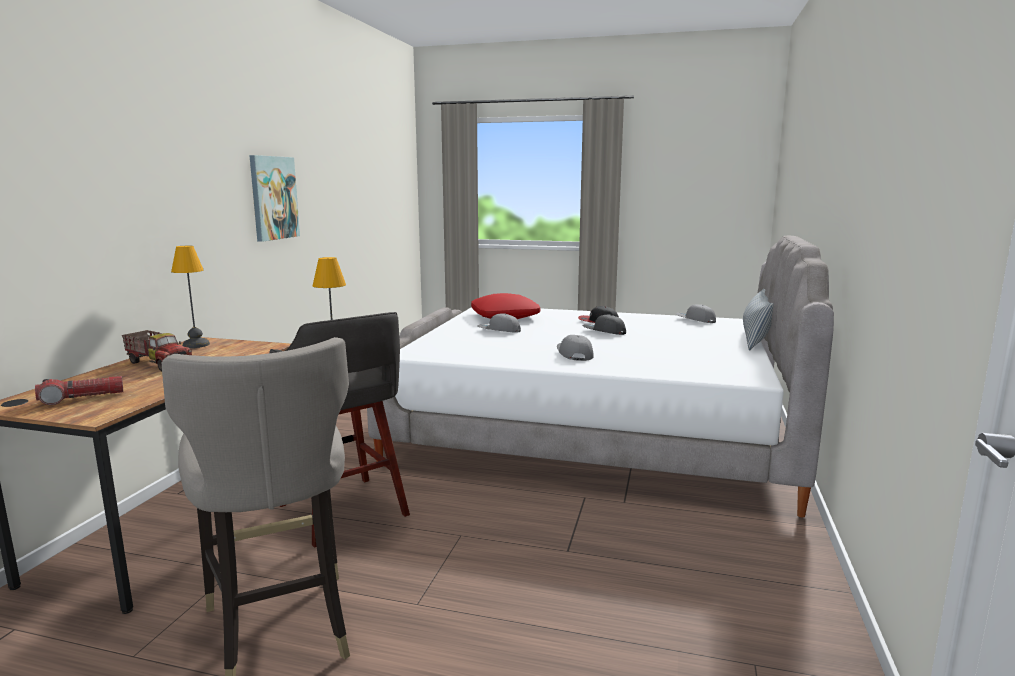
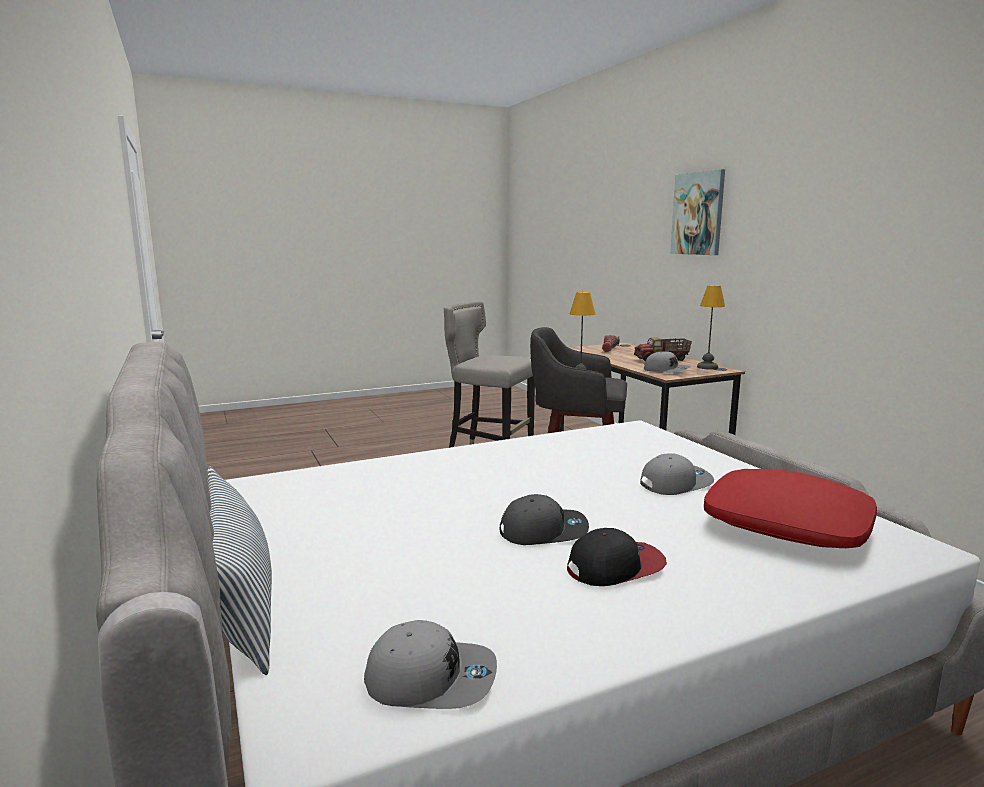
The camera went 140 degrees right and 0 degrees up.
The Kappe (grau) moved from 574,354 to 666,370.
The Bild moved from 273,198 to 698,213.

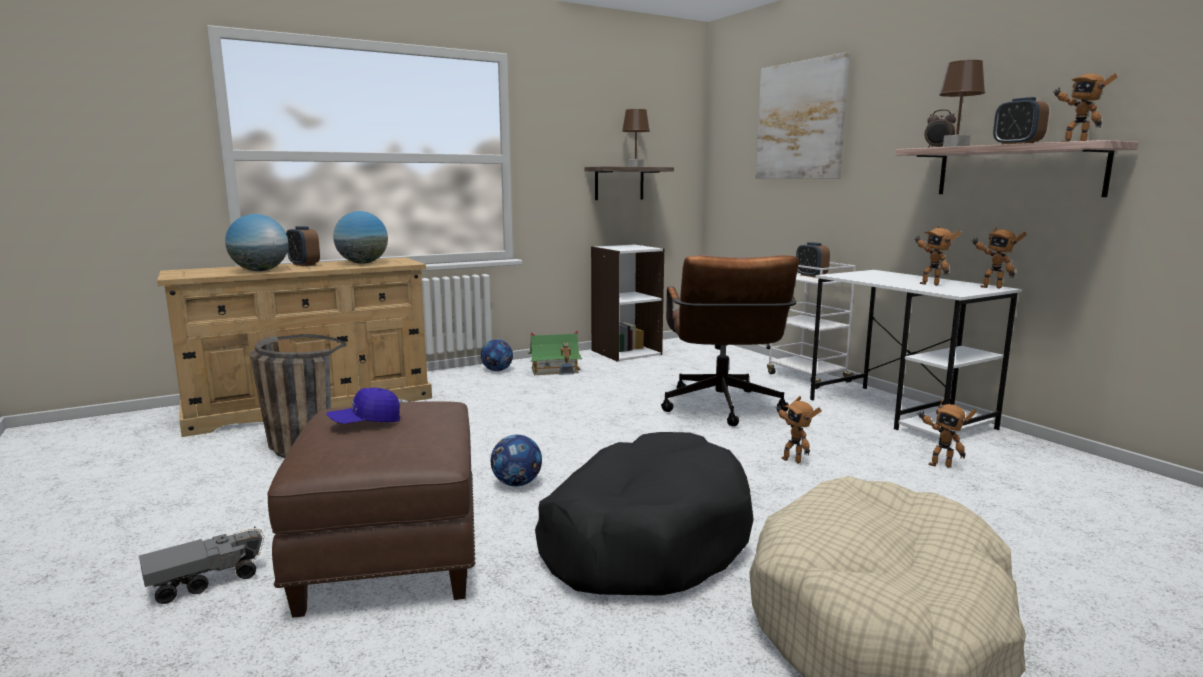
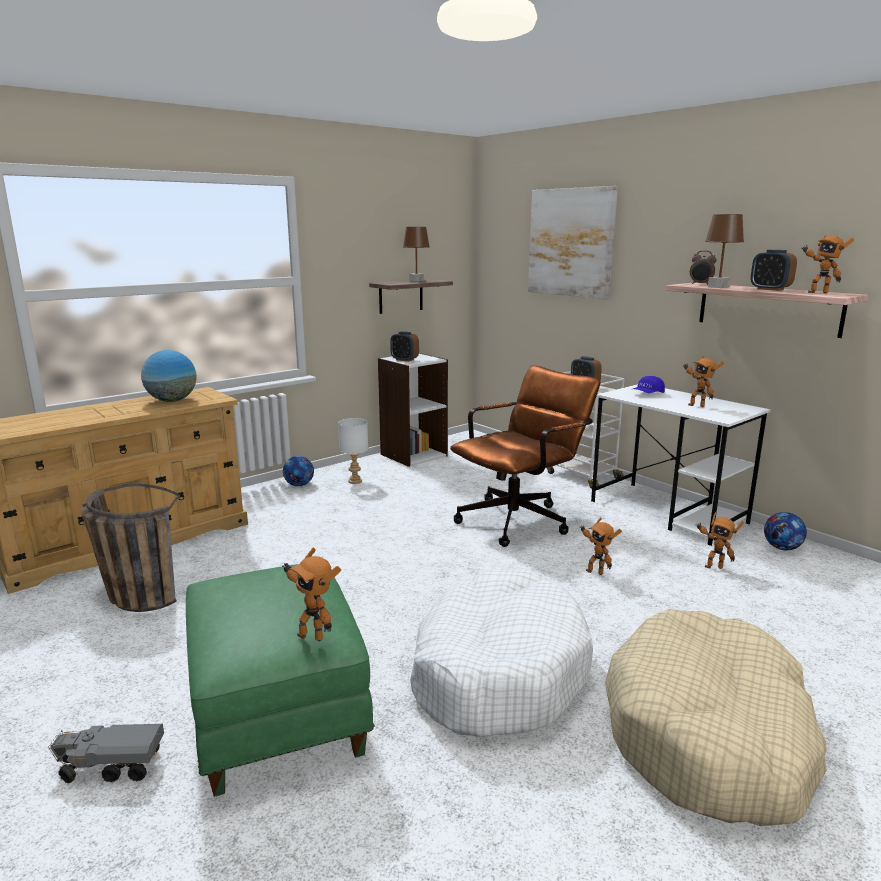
The camera went 10 degrees left and 5 degrees up.
The Spielzeuglaster at 205,581 turned 135 degrees counterclockwise.
The Polsterhocker (braun) at 389,551 became the Polsterhocker (grün) at 276,711.
The Spielzeugroboter moved from 991,287 to 312,635.
The Spielzeughaus at 555,370 was replaced by the Tischlampe (weiß) at 354,481.
The Wecker moved from 304,264 to 404,360.
The Hundebett (schwarz) at 644,538 became the Hundebett (weiß) at 497,670.
The Bürostuhl (braun) at 722,410 turned 120 degrees counterclockwise.
The Kappe (blau) moved from 365,423 to 647,394.
The Fußball moved from 517,484 to 782,548.
The Globus at 260,271 disappeared.

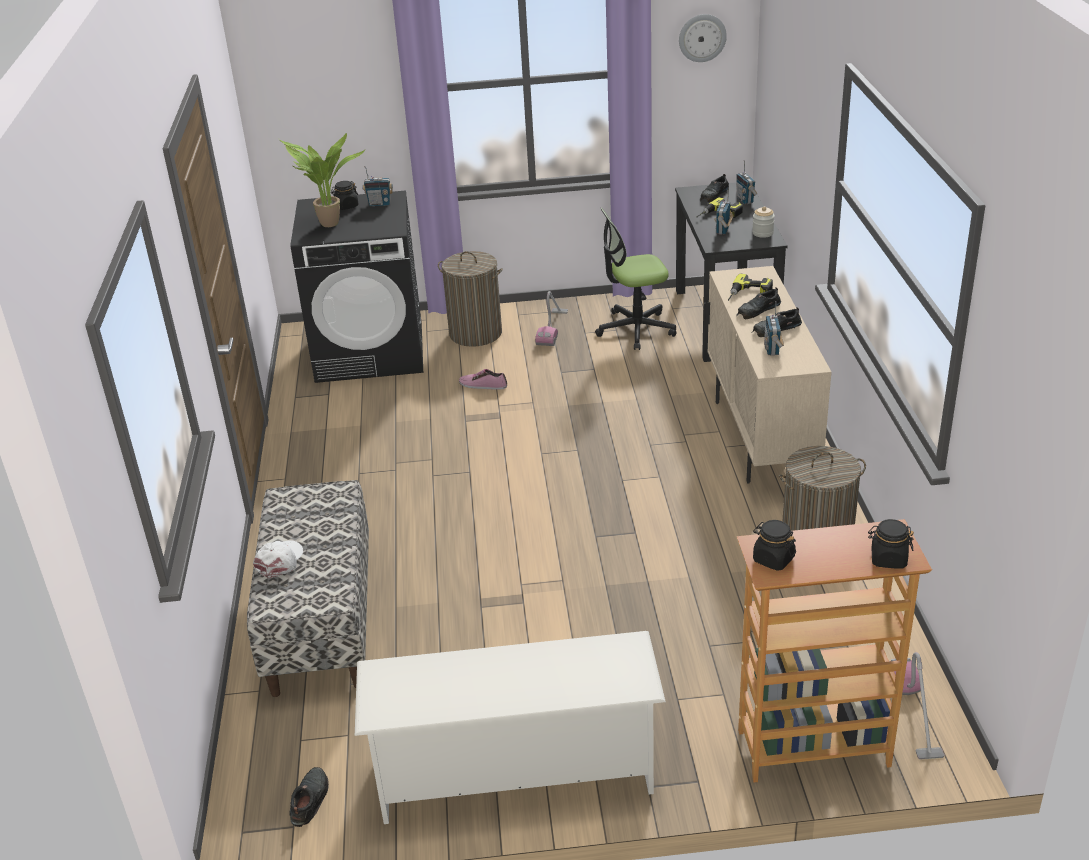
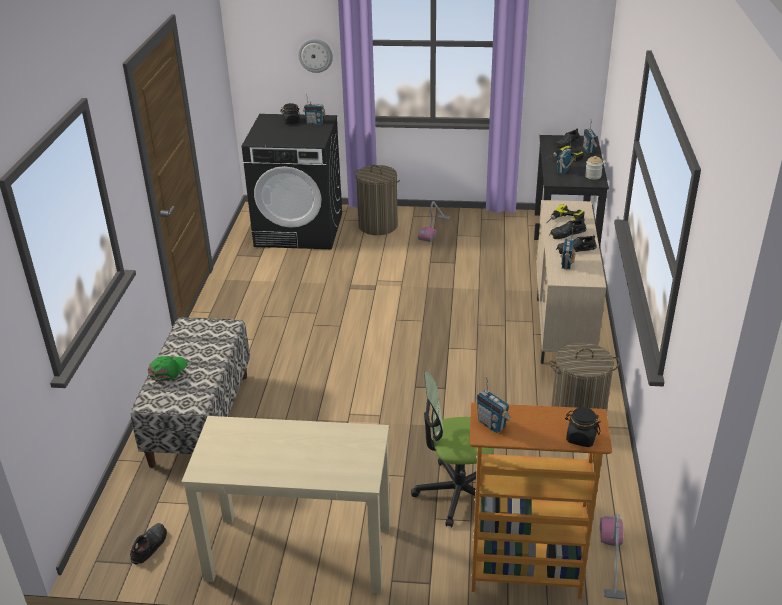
The camera went 10 degrees right and 0 degrees up.
The Kappe (weiß) at 280,561 became the Kappe (grün) at 168,371.
The Schuhregal (weiß) at 515,772 was replaced by the Schreibtisch (beige) at 298,552.
The Wanduhr moved from 702,37 to 315,55.
The Bürostuhl moved from 635,329 to 456,493.
The Vorratsglas (schwarz) at 773,559 was replaced by the Radio at 491,424.
The Topfpflanze at 330,225 disappeared.
The Schuh at 483,385 disappeared.

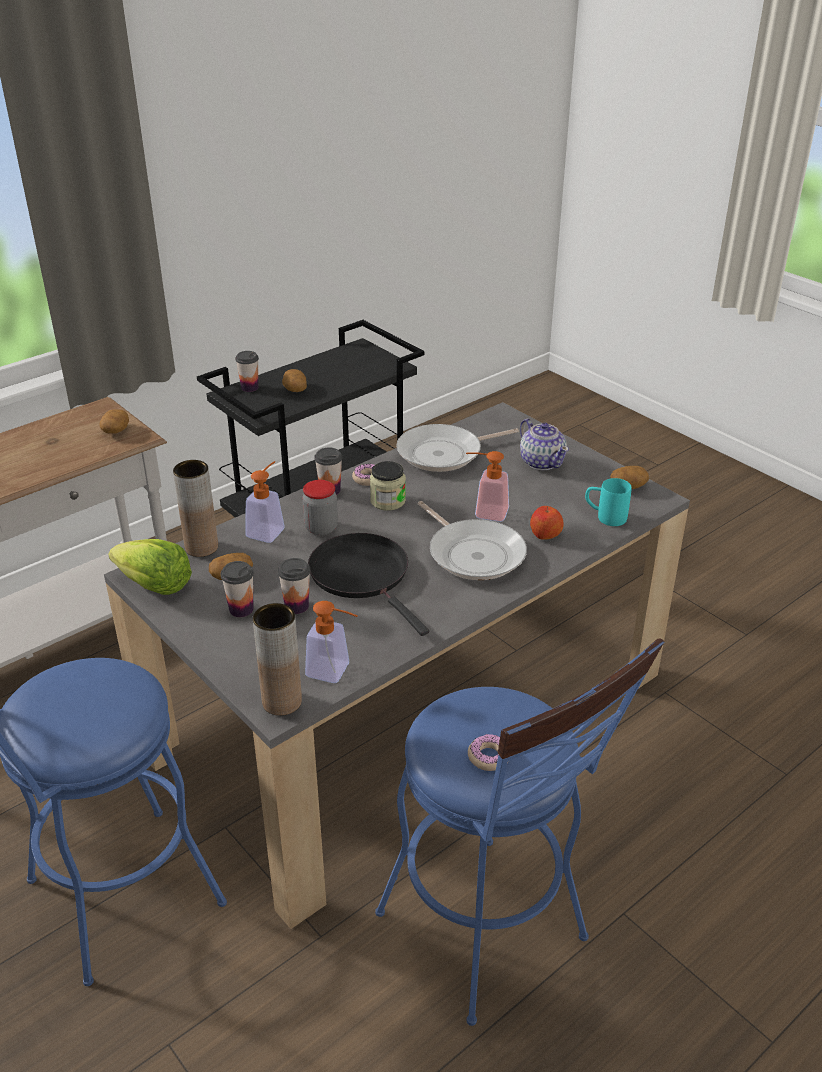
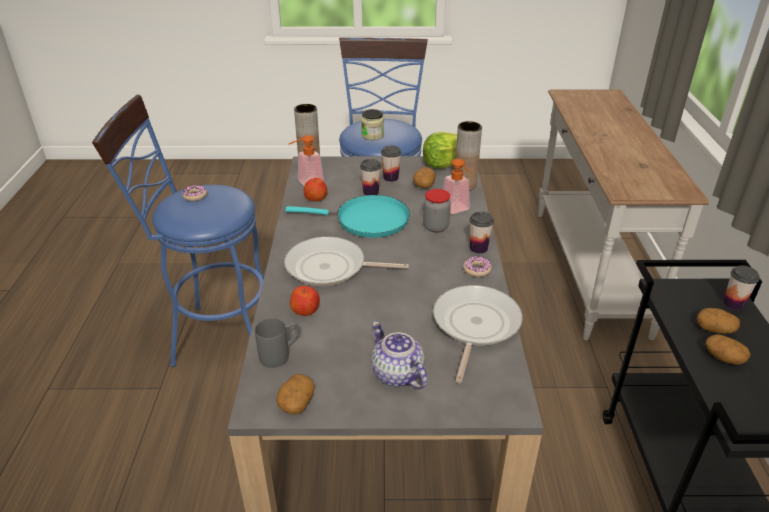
The camera went 130 degrees right and 0 degrees up.
The Henkelbecher (türkis) at 605,517 became the Henkelbecher (grau) at 280,354.
The Pfanne (schwarz) at 363,575 became the Pfanne (türkis) at 367,220.
The Apfel at 316,198 appeared.
The Vorratsglas moved from 388,501 to 372,135.
The Teekanne at 542,462 turned 45 degrees clockwise.
The Kartoffel moved from 116,430 to 723,357.
The Seifenspender at 485,512 disappeared.

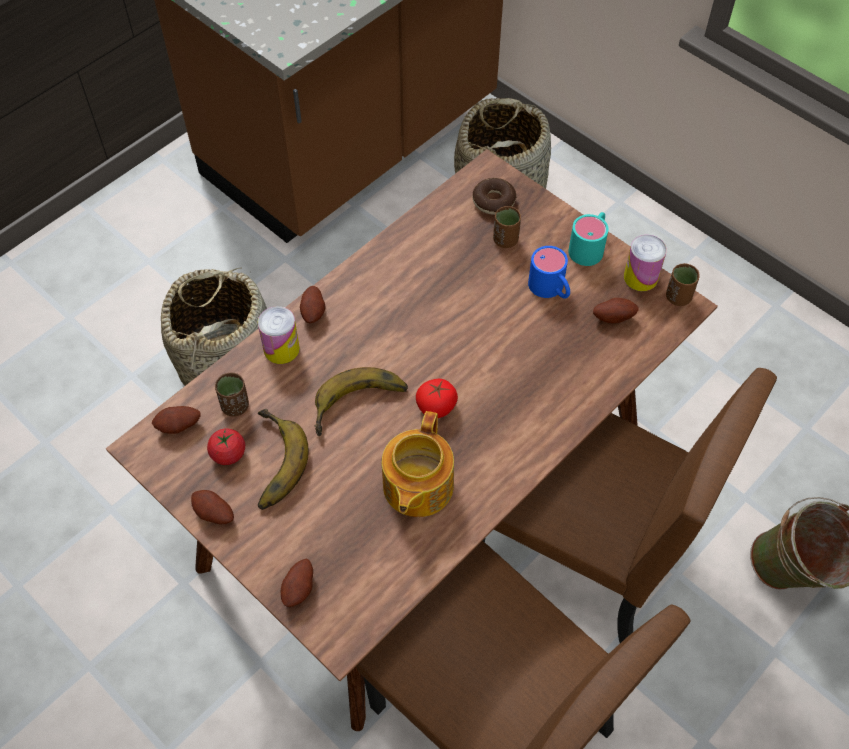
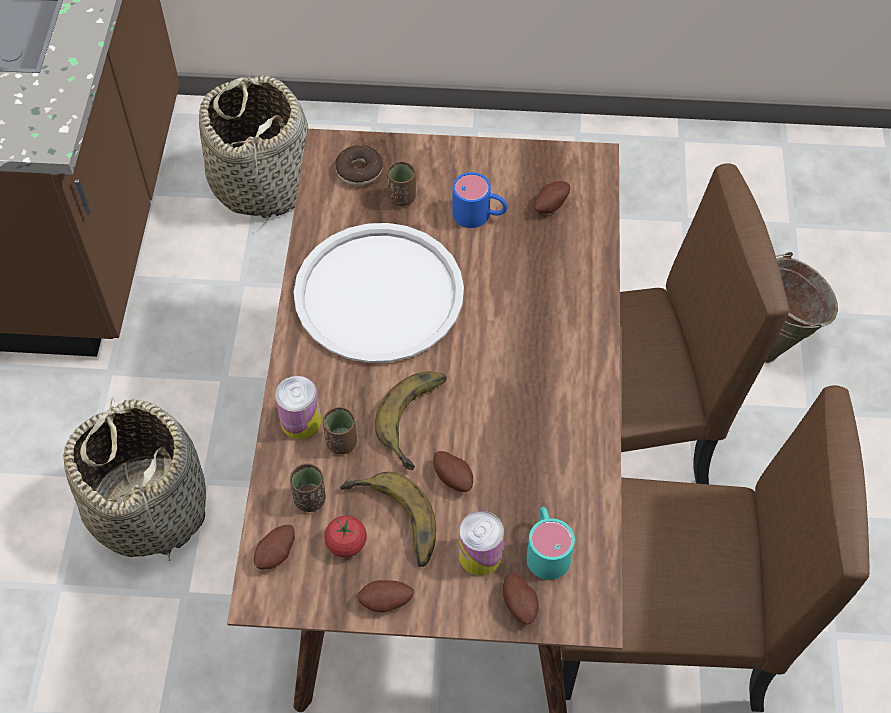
The camera went 40 degrees left and 0 degrees up.
The Tablett (weiß) at 379,294 appeared.
The Tasse (braun) moved from 678,297 to 341,442.
The Kartoffel moved from 314,312 to 453,477.
The Dose moved from 640,277 to 480,555.
The Henkelbecher (türkis) moved from 589,246 to 546,549.
The Teekanne at 416,487 disappeared.
The Tomate at 436,406 disappeared.

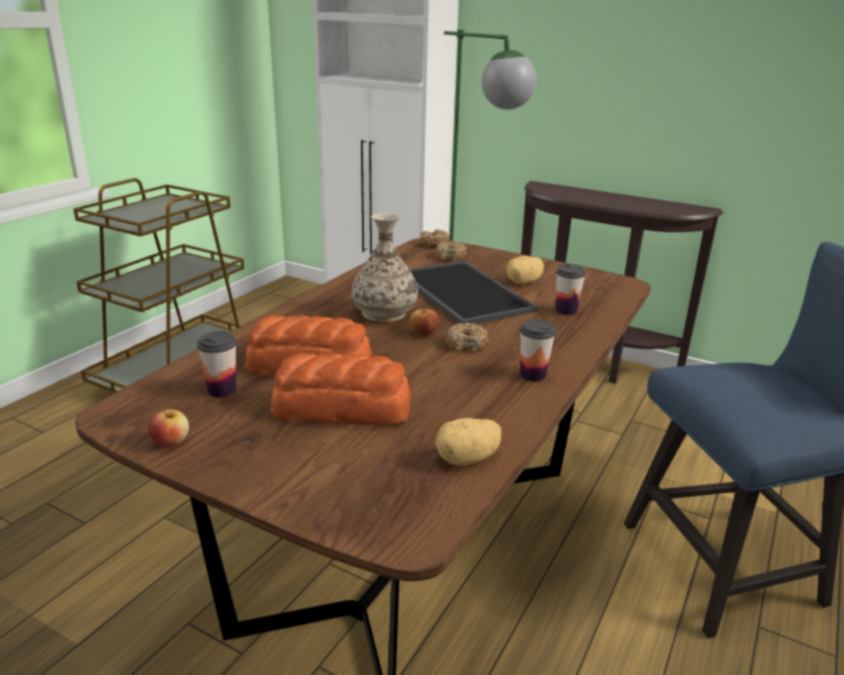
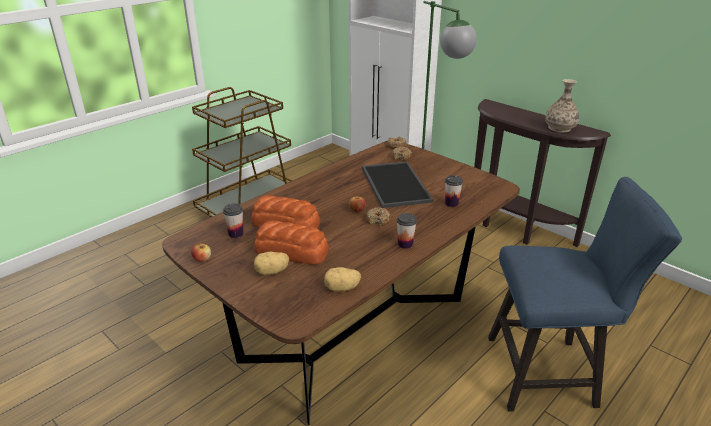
The camera went 15 degrees right and 5 degrees up.
The Kartoffel moved from 524,282 to 272,272.
The Vase moved from 384,313 to 559,128.

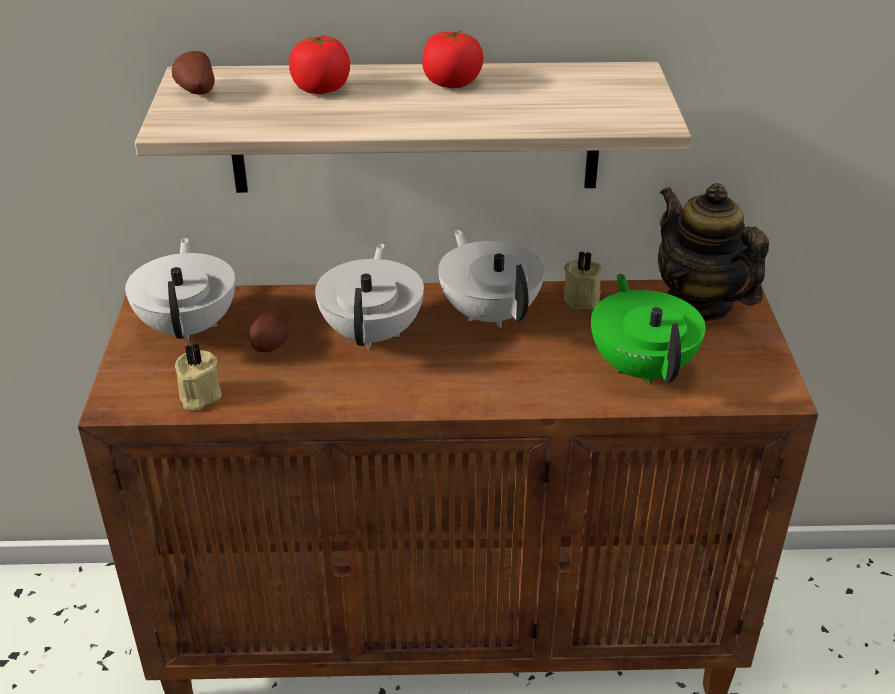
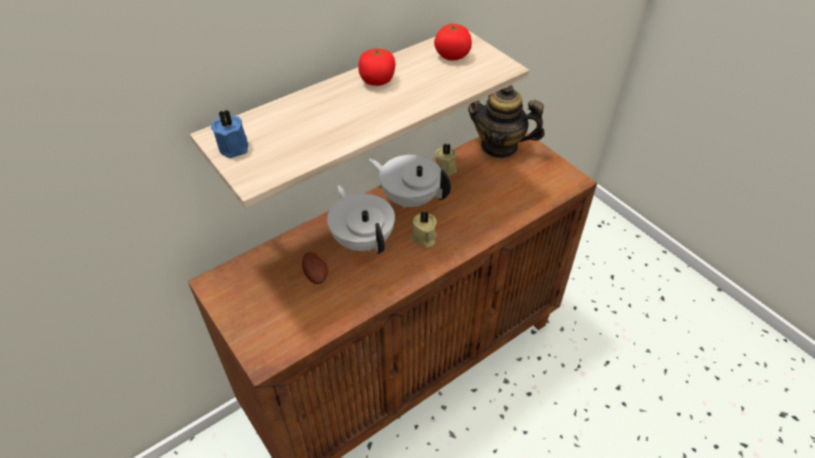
The camera went 35 degrees left and 10 degrees up.
The Kartoffel at 195,91 was replaced by the Kerze (blau) at 234,146.
The Kerze (beige) moved from 198,396 to 424,238.
The Tomate moved from 321,88 to 452,55.
The Teekanne (weiß) at 189,326 disappeared.
The Teekanne (grün) at 642,367 disappeared.

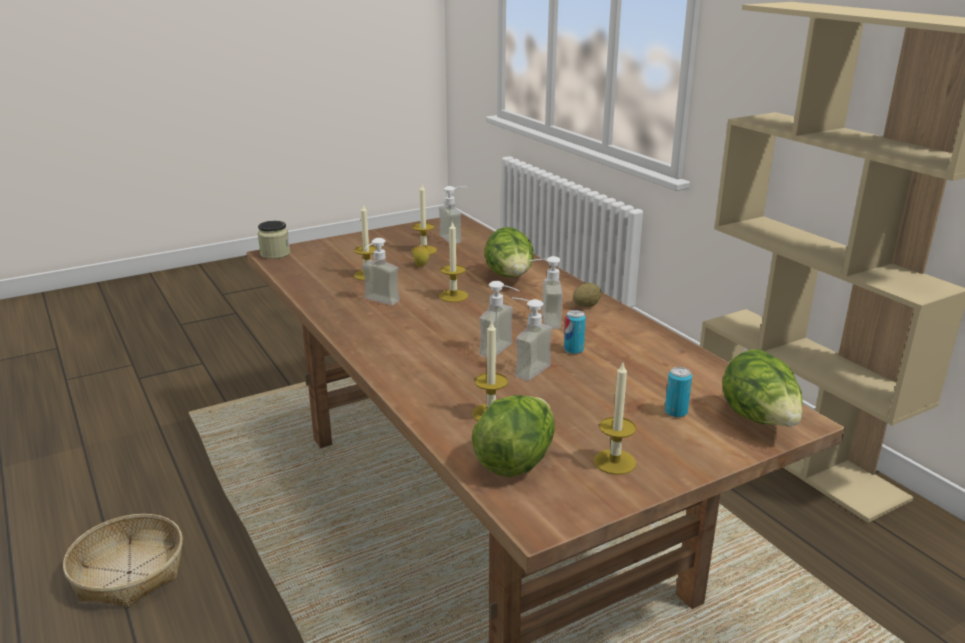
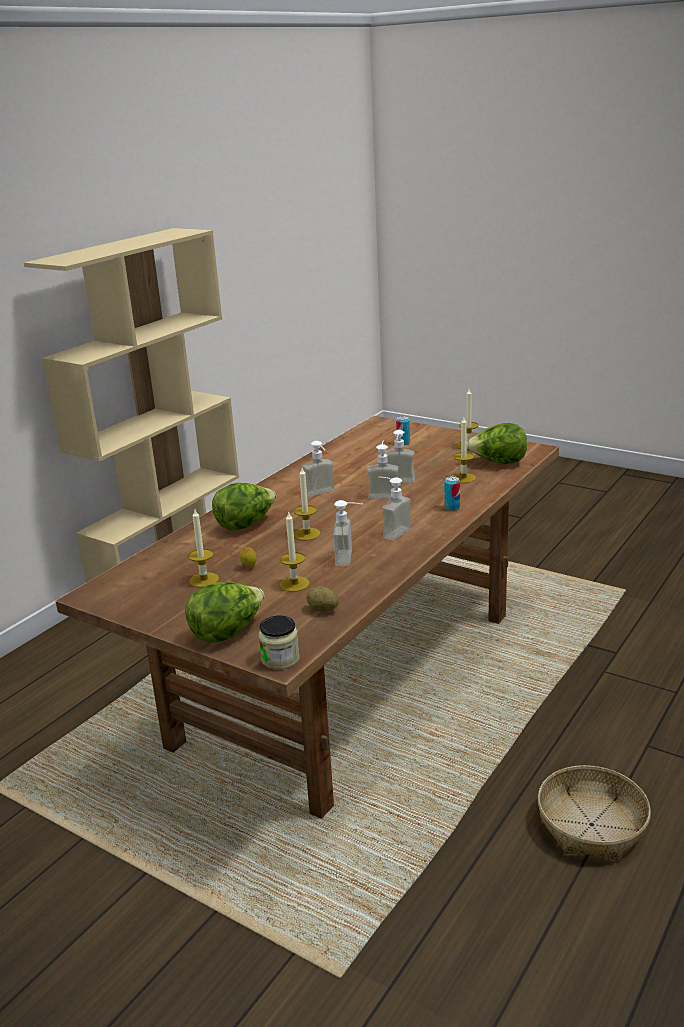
The camera went 115 degrees left and 0 degrees up.
The Salatkopf moved from 759,420 to 227,632.
The Kartoffel moved from 586,306 to 323,609.
The Seifenspender moved from 456,238 to 391,532.
The Dose moved from 573,350 to 452,507.

